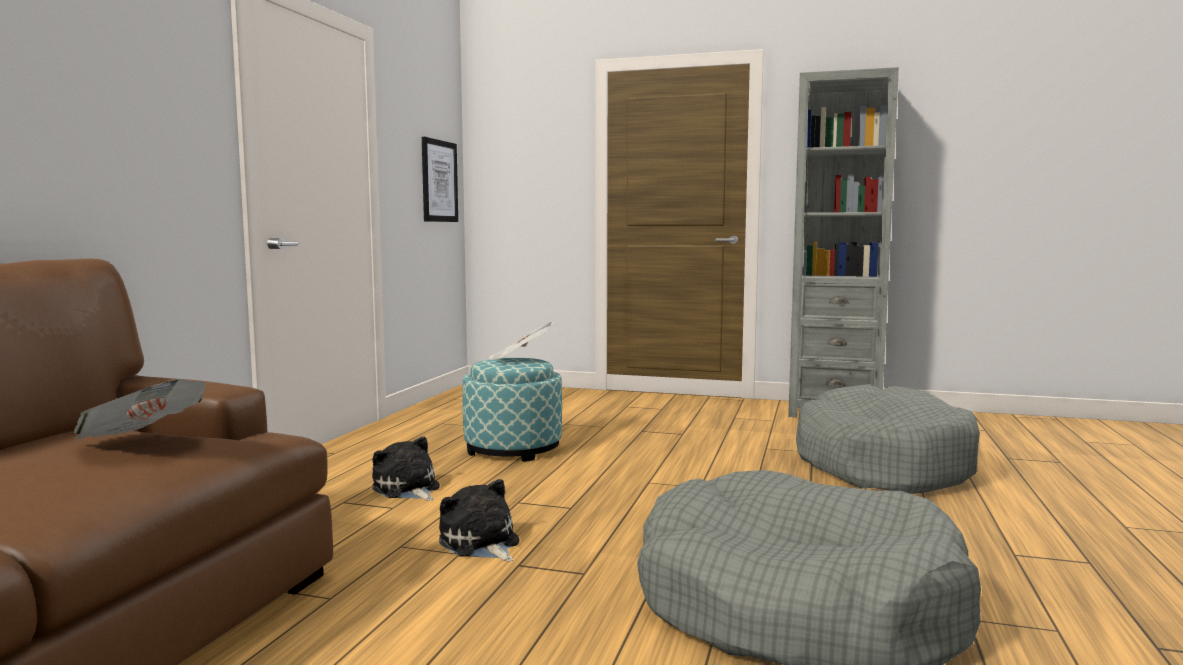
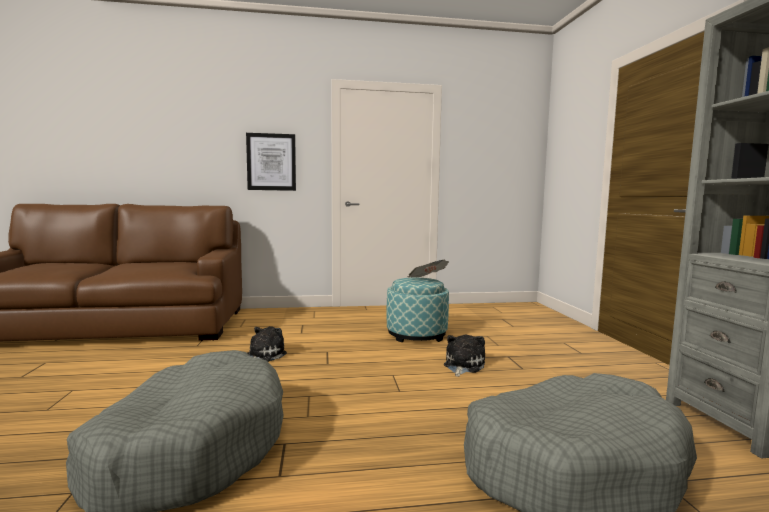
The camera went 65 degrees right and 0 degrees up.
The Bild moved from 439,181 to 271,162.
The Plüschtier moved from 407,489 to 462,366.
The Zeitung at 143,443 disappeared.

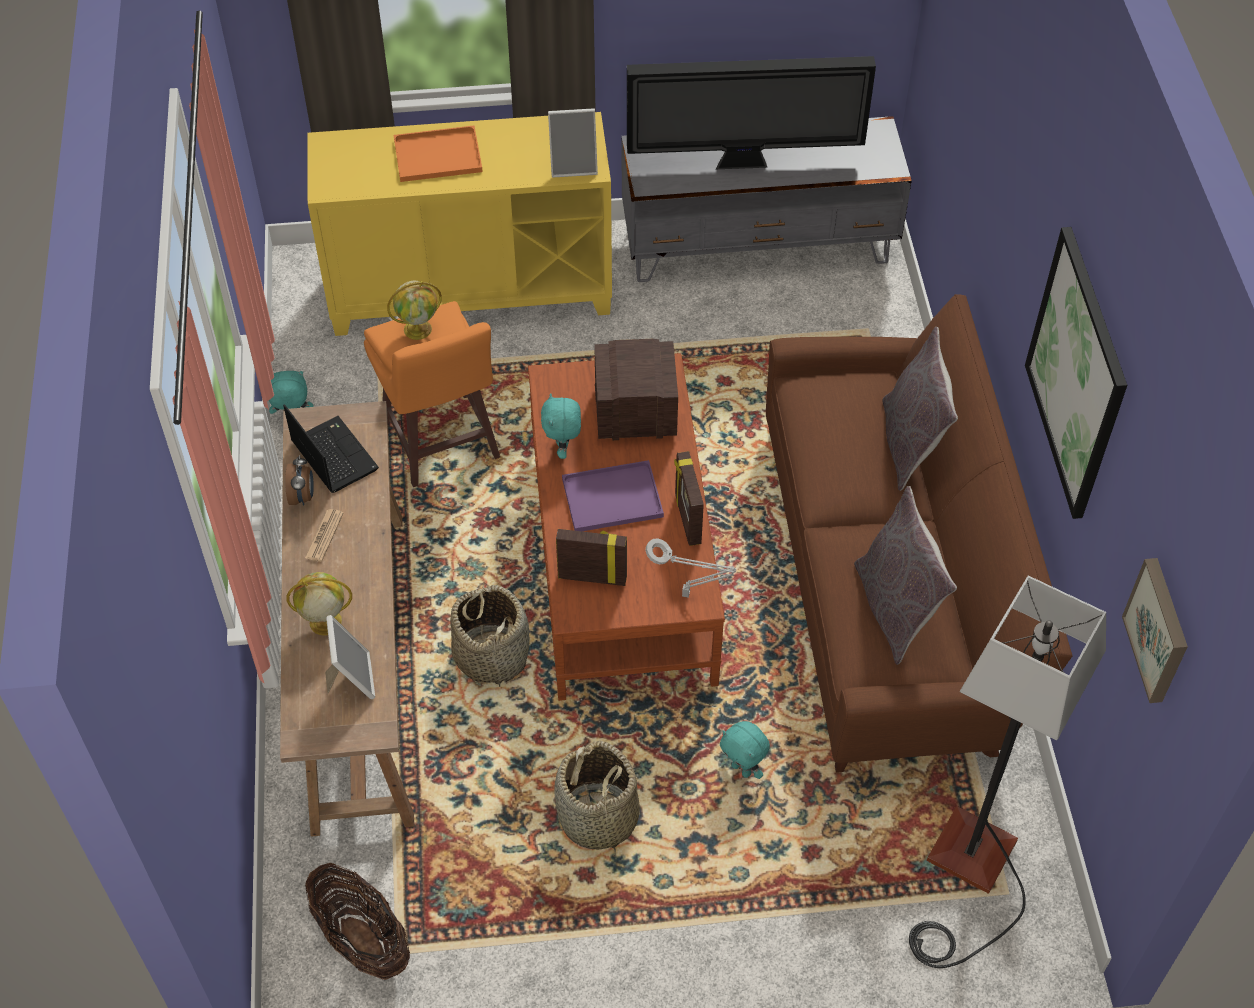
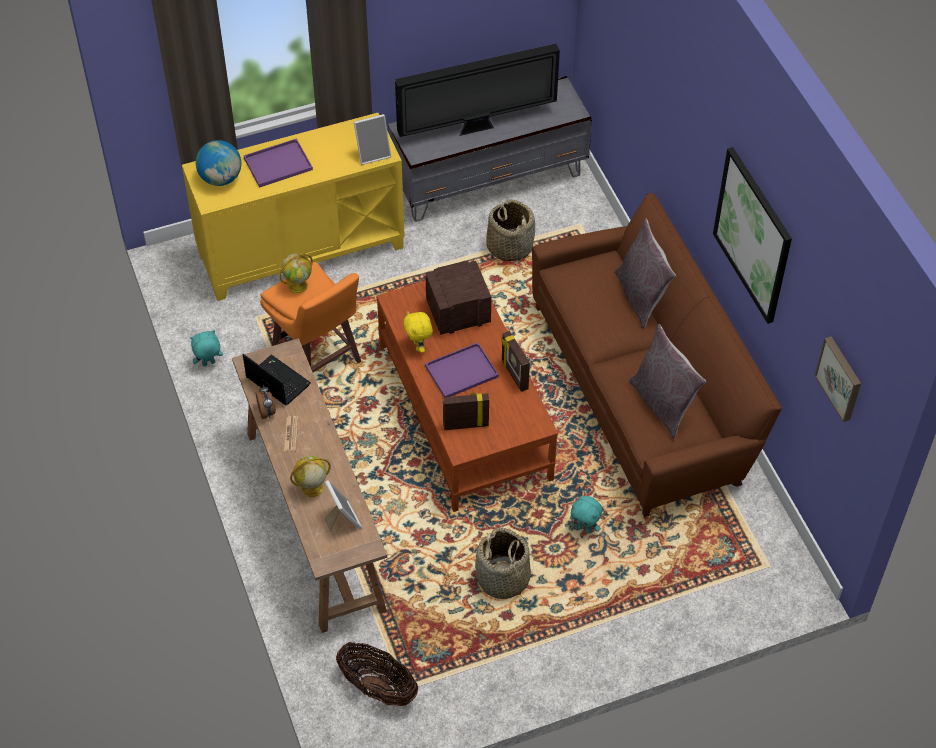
The camera went 15 degrees left and 0 degrees up.
The Globus at 221,178 appeared.
The Tablett (orange) at 439,154 became the Tablett (lila) at 279,163.
The Plüschtier (türkis) at 563,449 became the Plüschtier (gelb) at 419,346.
The Korb moved from 491,655 to 509,246.
The Tischlampe (grau) at 689,595 disappeared.
The Stehlampe at 968,874 disappeared.

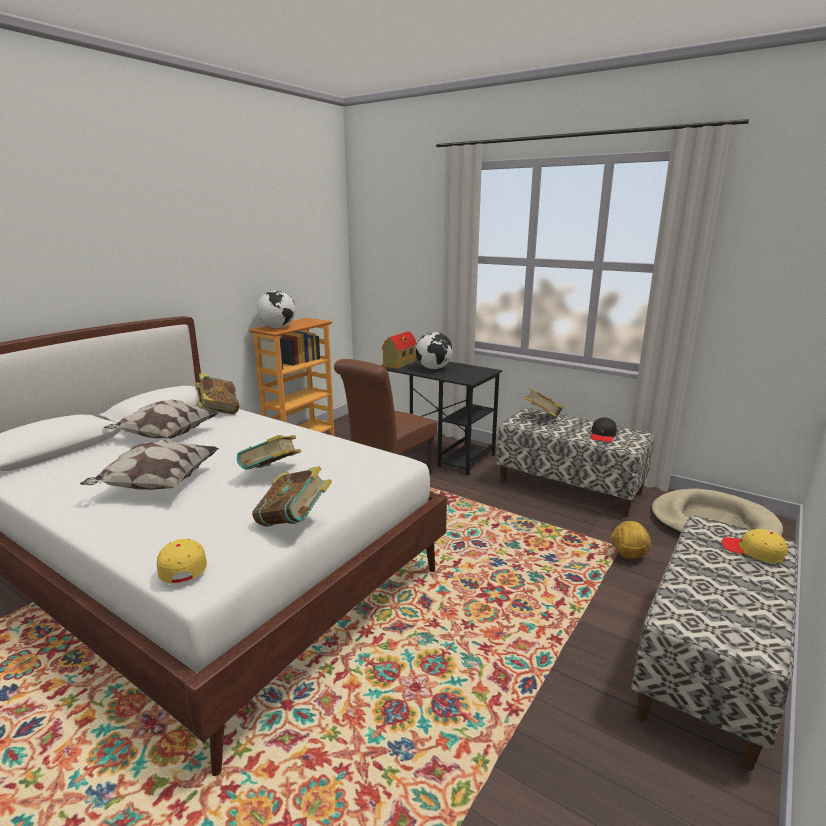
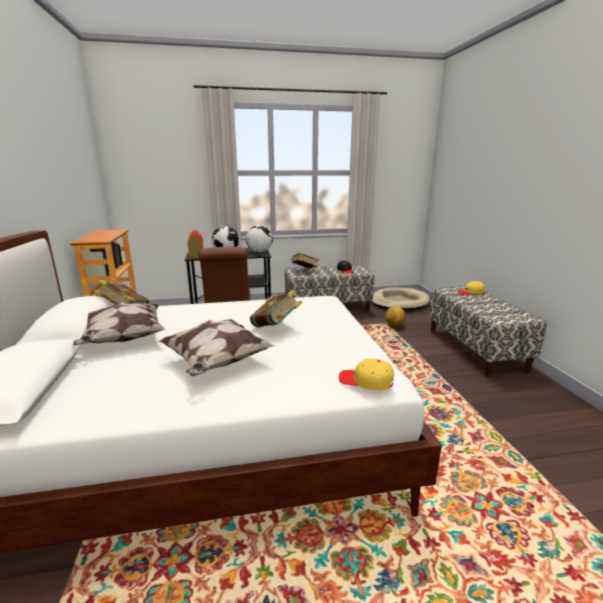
The camera went 45 degrees left and 0 degrees up.
The Globus moved from 278,328 to 259,252.
The Buch at 294,522 disappeared.

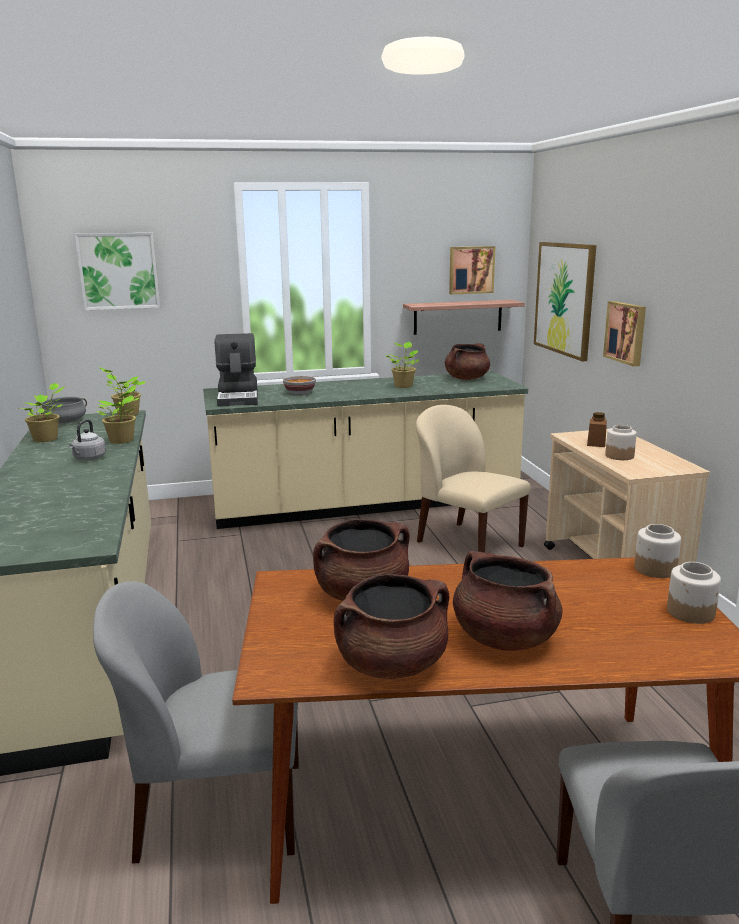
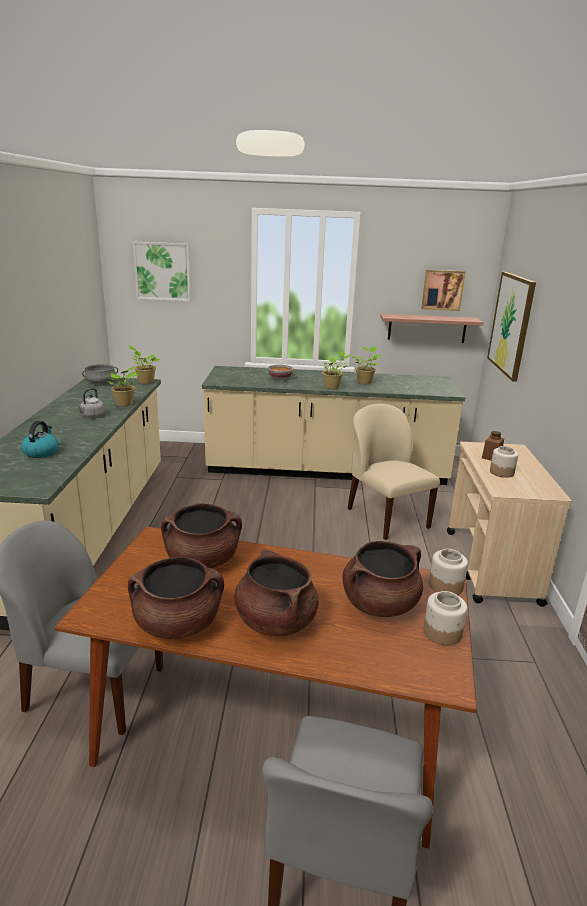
The camera went 15 degrees right and 5 degrees up.
The Wasserkessel at 41,452 appeared.
The Topfpflanze moved from 47,439 to 333,387.
The Kochtopf (braun) moved from 467,378 to 380,604.
The Kaffeemaschine at 239,397 disappeared.
The Bild at 626,332 disappeared.

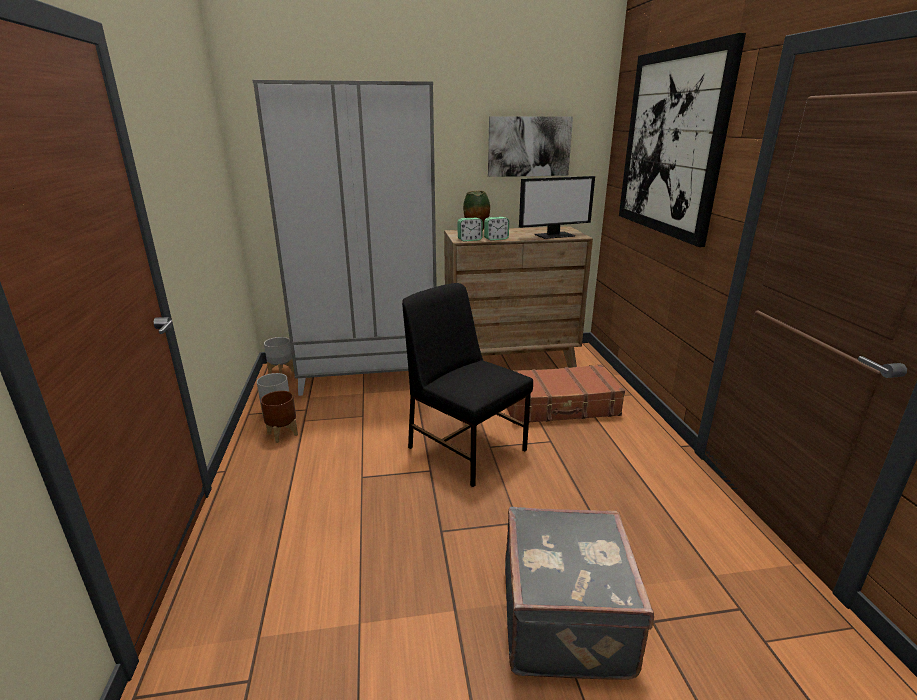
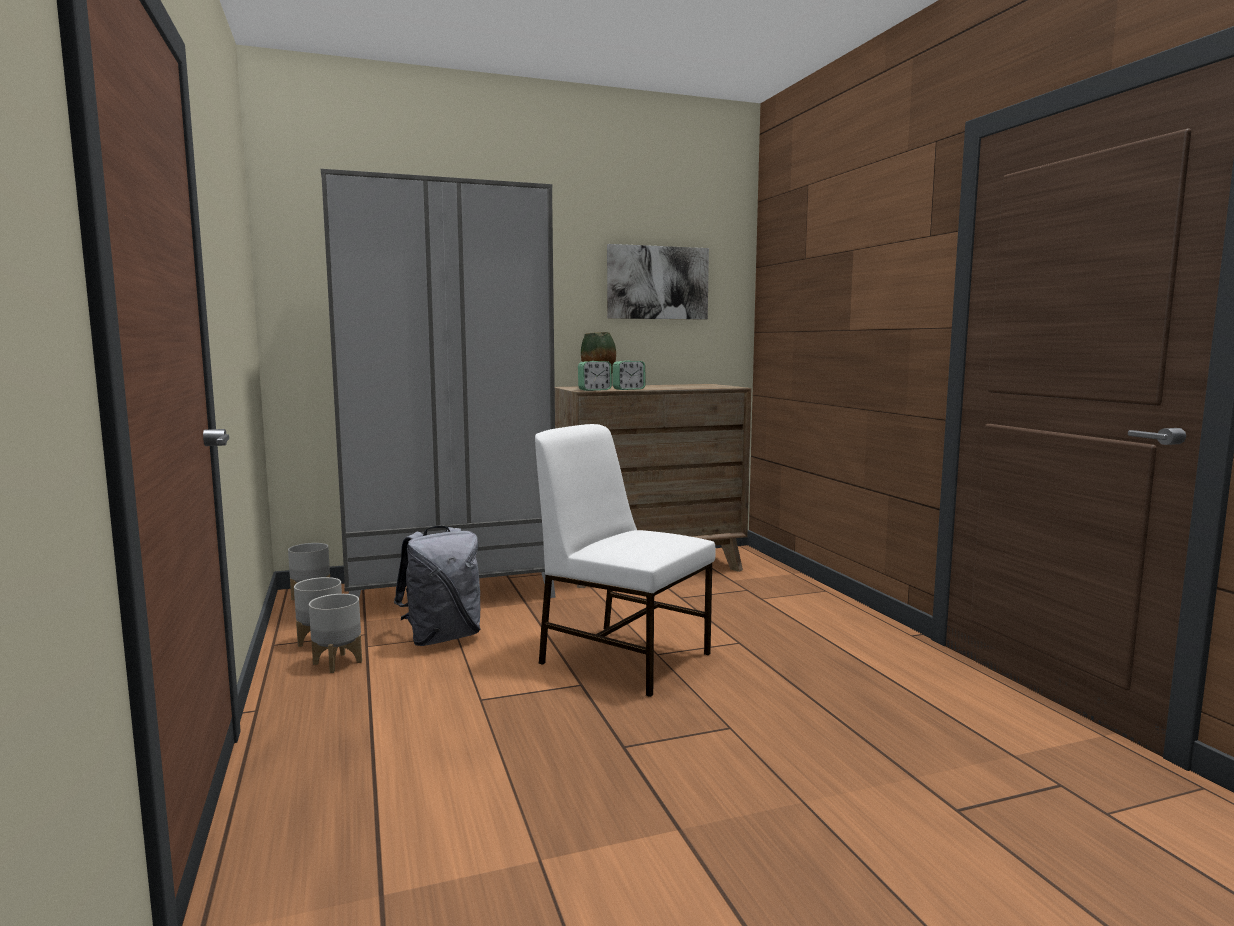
The camera went 10 degrees left and 15 degrees down.
The Pflanzkübel (braun) at 282,434 became the Pflanzkübel (grau) at 337,662.
The Rucksack (grau) at 442,637 appeared.
The Stuhl (schwarz) at 466,447 became the Stuhl (weiß) at 623,657.
The Koffer (grau) at 567,619 disappeared.
The Koffer (braun) at 559,406 disappeared.
The Monitor at 554,235 disappeared.
The Bild at 671,143 disappeared.

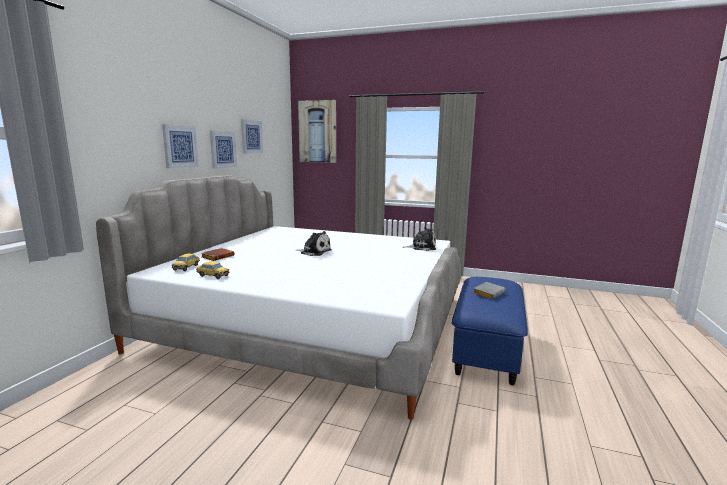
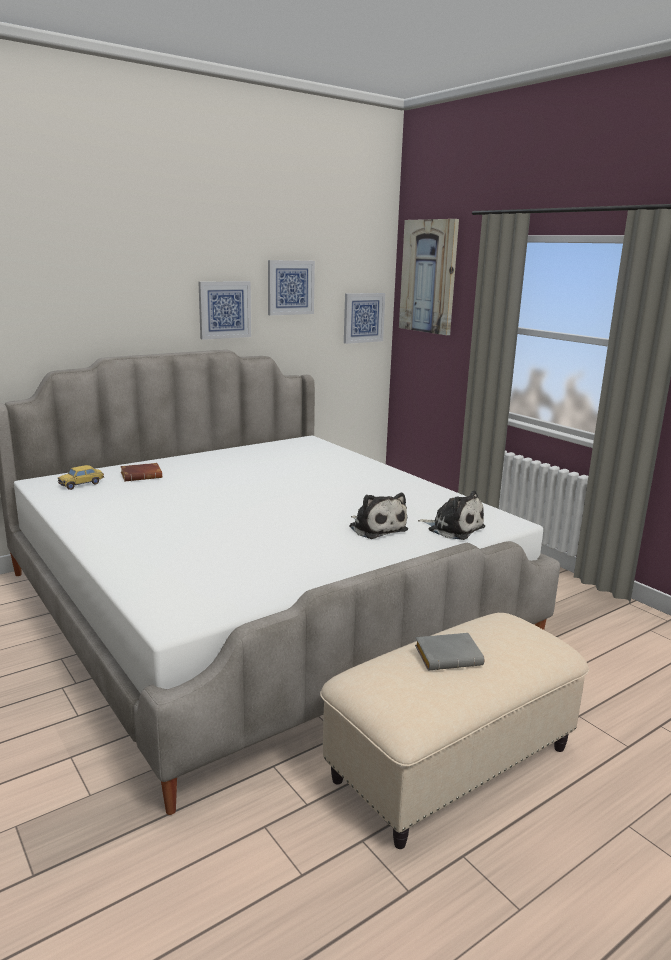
The camera went 35 degrees right and 5 degrees up.
The Polsterhocker (blau) at 485,350 became the Polsterhocker (beige) at 451,763.
The Bild moved from 180,146 to 363,317.
The Plüschtier moved from 314,252 to 376,528.
The Spielzeugauto at 213,276 disappeared.

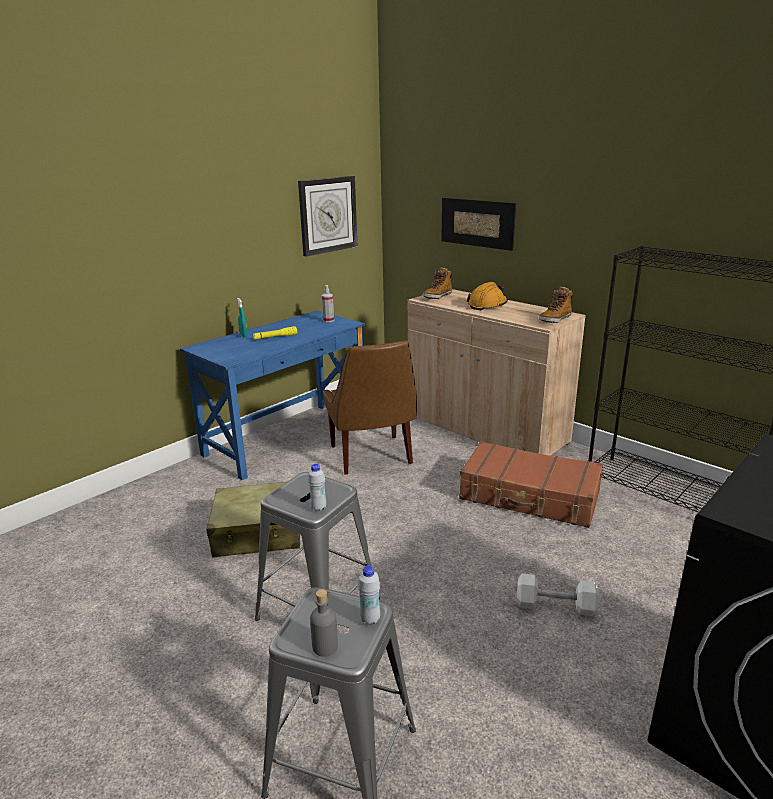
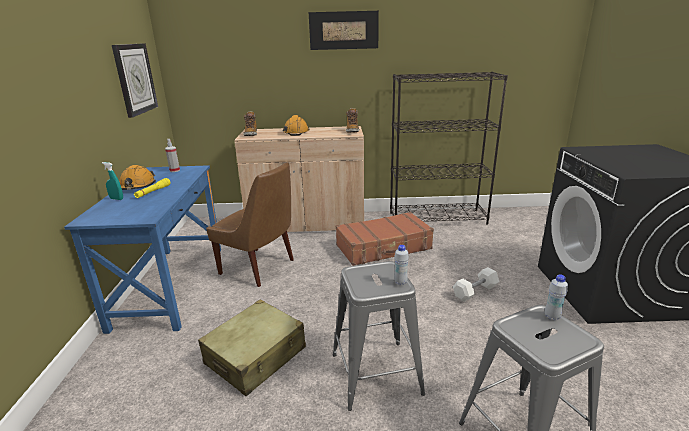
The camera went 45 degrees left and 0 degrees up.
The Schutzhelm (orange) at 137,186 appeared.
The Bild moved from 477,223 to 344,30.
The Flasche (grau) at 325,647 disappeared.

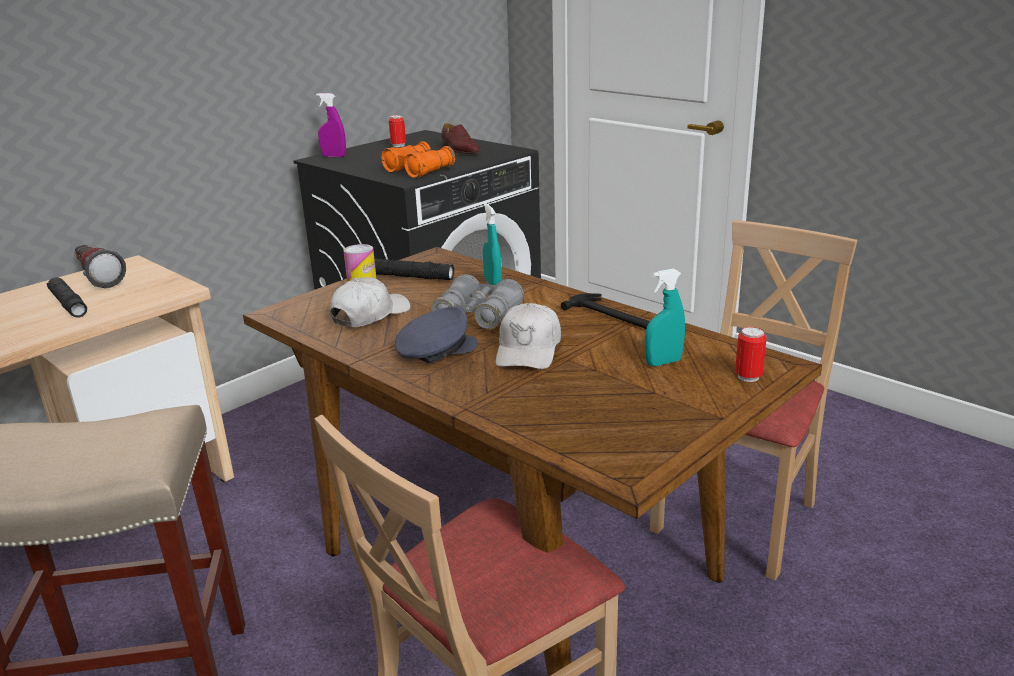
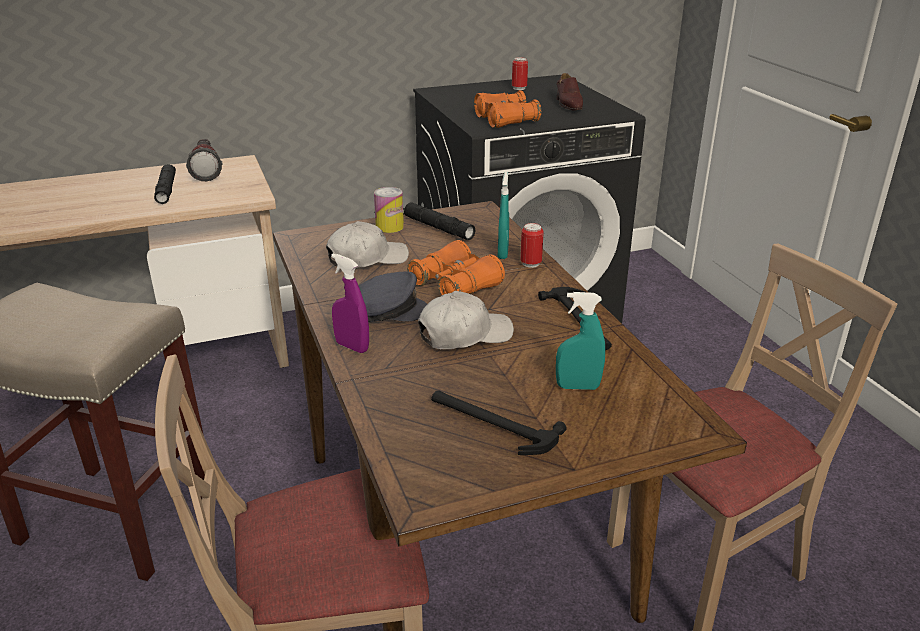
The camera went 25 degrees right and 5 degrees up.
The Sprühflasche (lila) moved from 334,156 to 352,347.
The Fernglas (grau) at 478,316 became the Fernglas (orange) at 455,285.
The Kappe (weiß) at 528,350 turned 150 degrees counterclockwise.
The Hammer at 491,423 appeared.
The Dose moved from 748,377 to 530,263.

